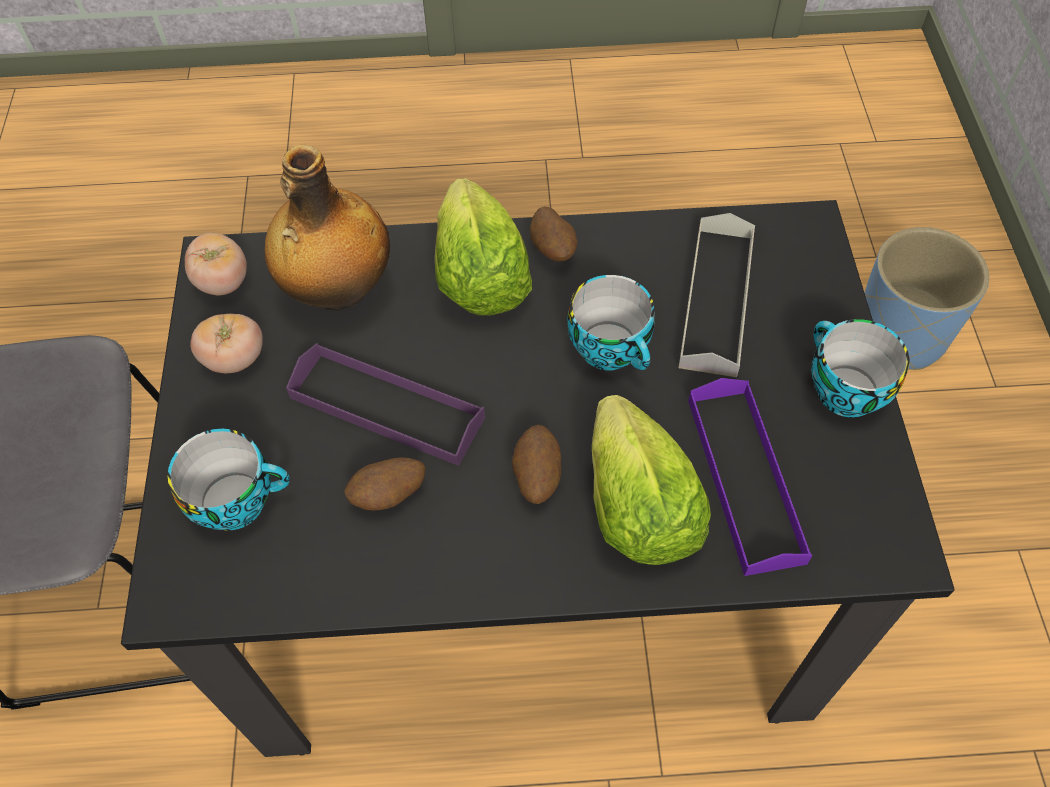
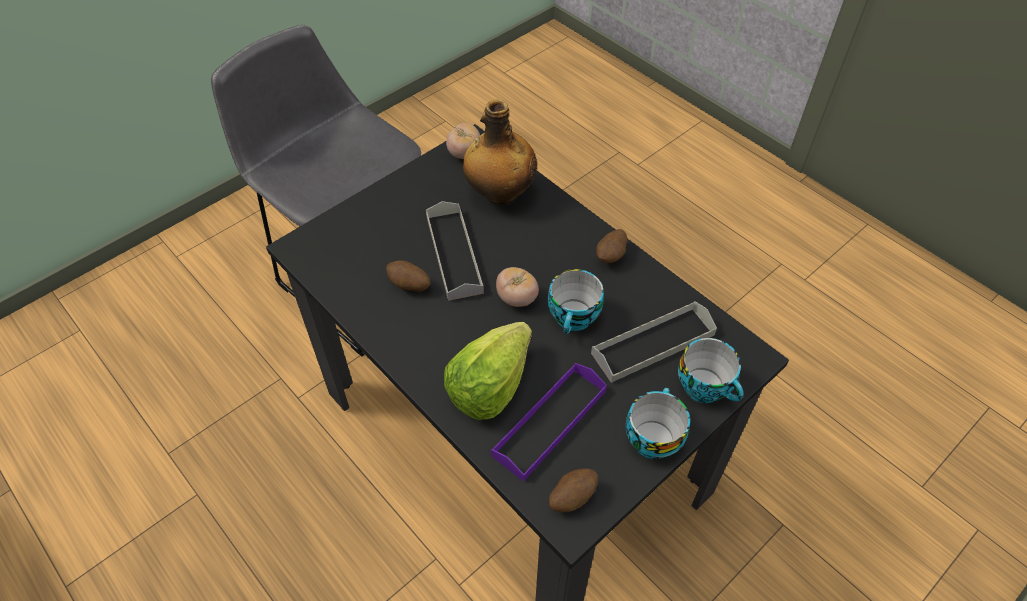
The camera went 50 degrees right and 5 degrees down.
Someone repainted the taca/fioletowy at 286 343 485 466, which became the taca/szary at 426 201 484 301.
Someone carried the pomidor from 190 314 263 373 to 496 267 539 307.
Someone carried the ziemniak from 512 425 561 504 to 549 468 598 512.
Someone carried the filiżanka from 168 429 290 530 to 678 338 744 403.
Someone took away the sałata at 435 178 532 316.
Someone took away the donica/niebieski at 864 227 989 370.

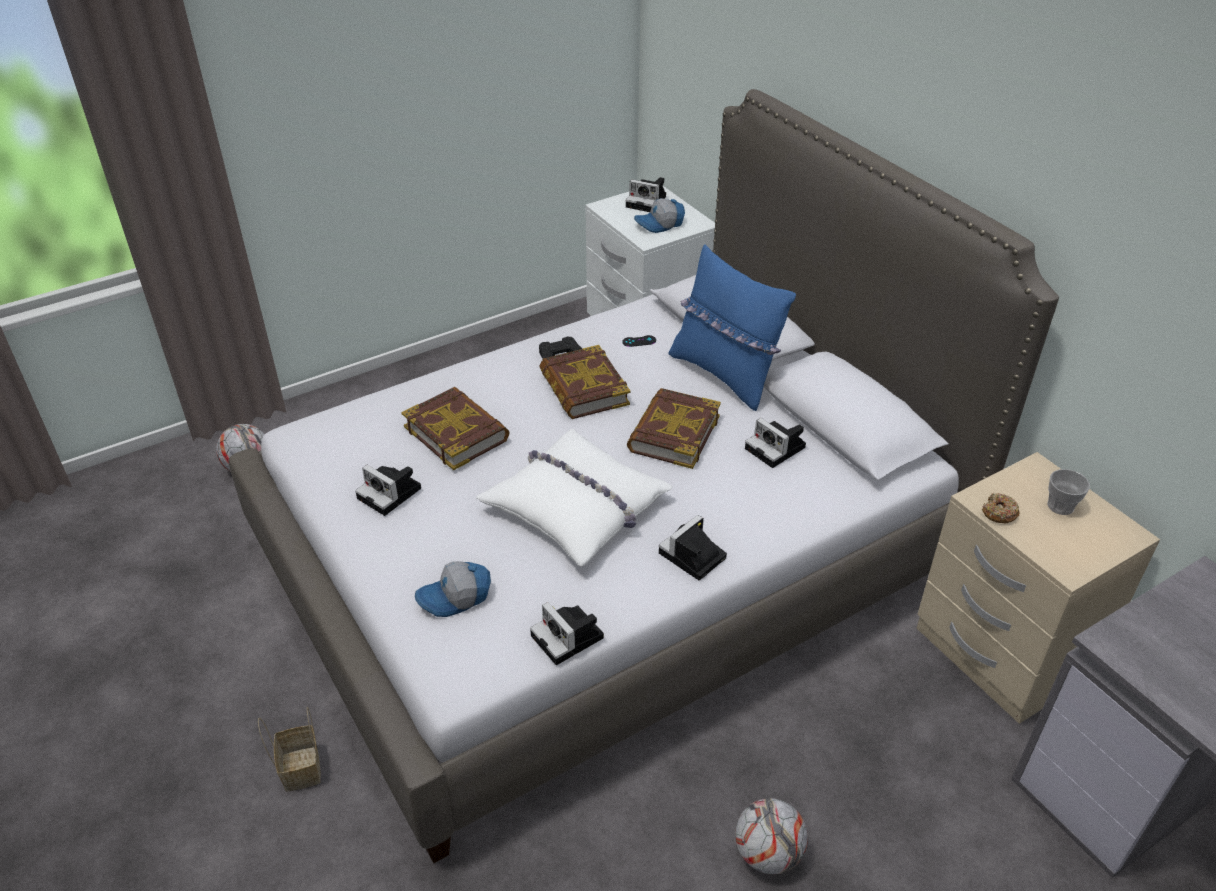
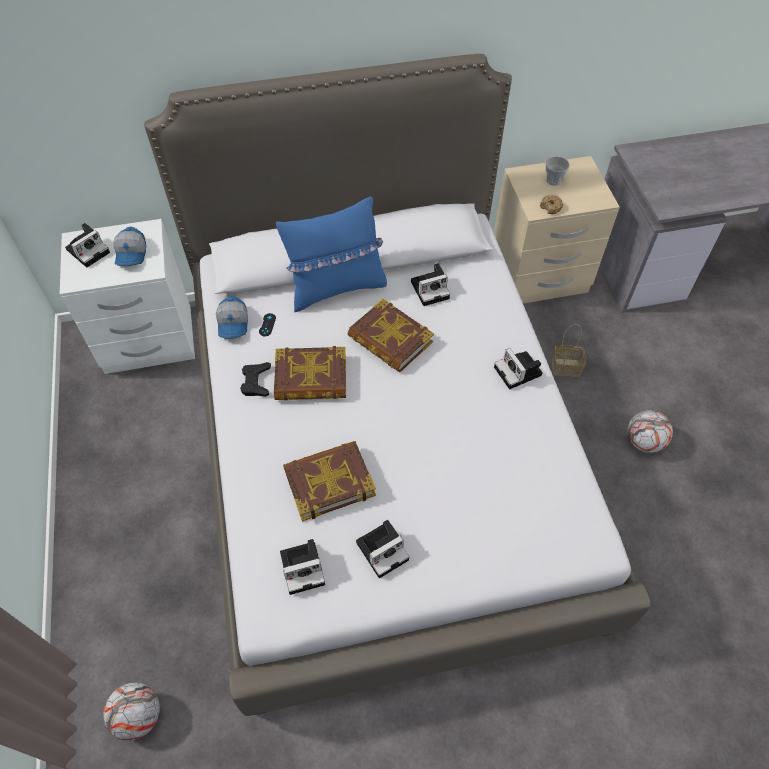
The camera went 70 degrees left and 15 degrees up.
Someone carried the czapka z daszkiem from 415 561 491 617 to 216 296 248 339.
Someone carried the aparat fotograficzny from 530 602 604 665 to 280 539 325 595.
Someone carried the koszyk from 258 707 321 792 to 552 324 586 377.
Someone took away the poduszka/biały at 476 429 673 567.

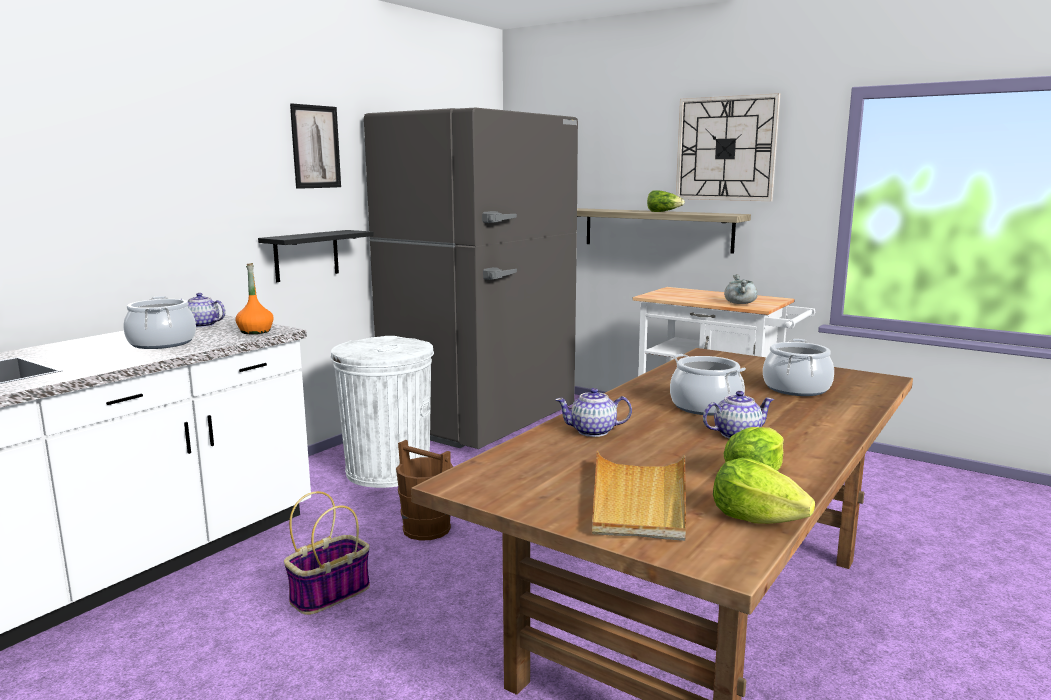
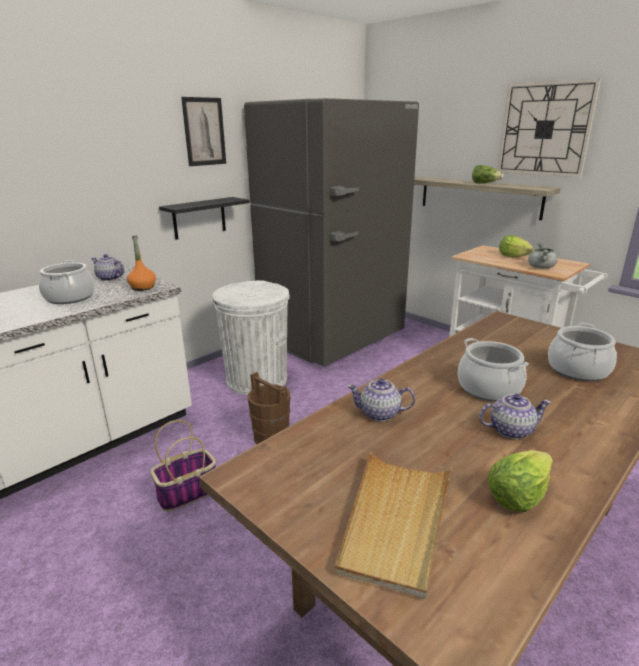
The camera went 10 degrees right and 10 degrees up.
Someone carried the sałata from 713 458 815 524 to 499 235 535 257.

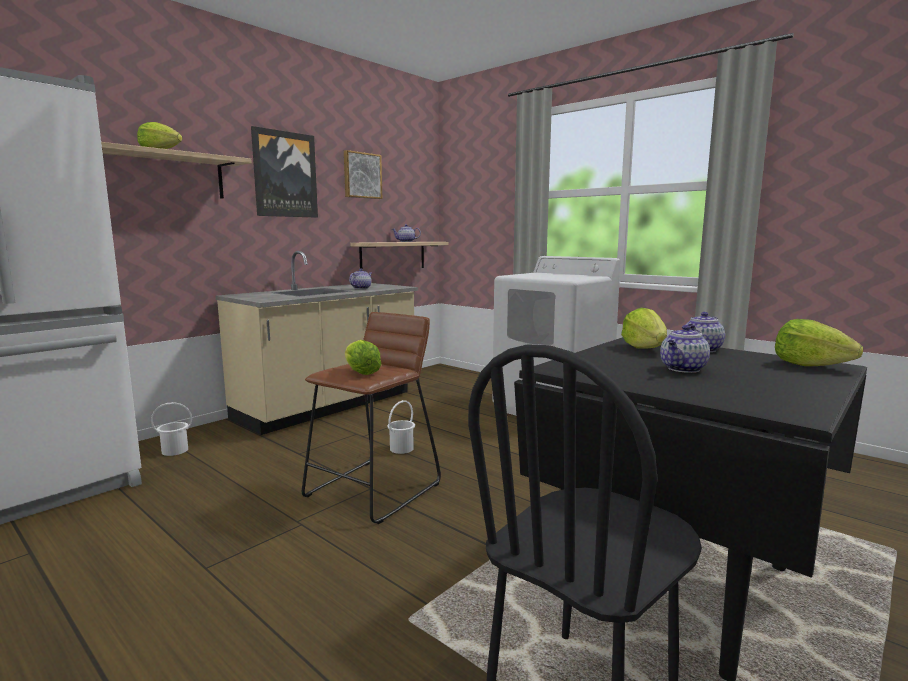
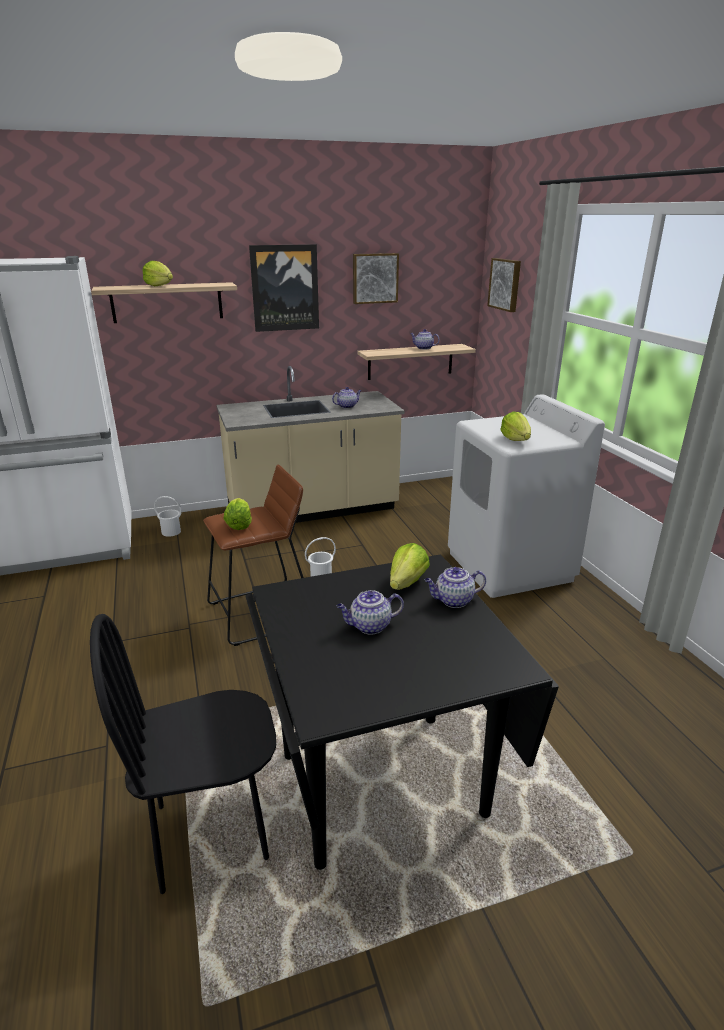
The camera went 30 degrees right and 15 degrees up.
Someone put up the obraz at 487 258 521 312.
Someone carried the sałata from 775 319 863 366 to 500 412 531 441.

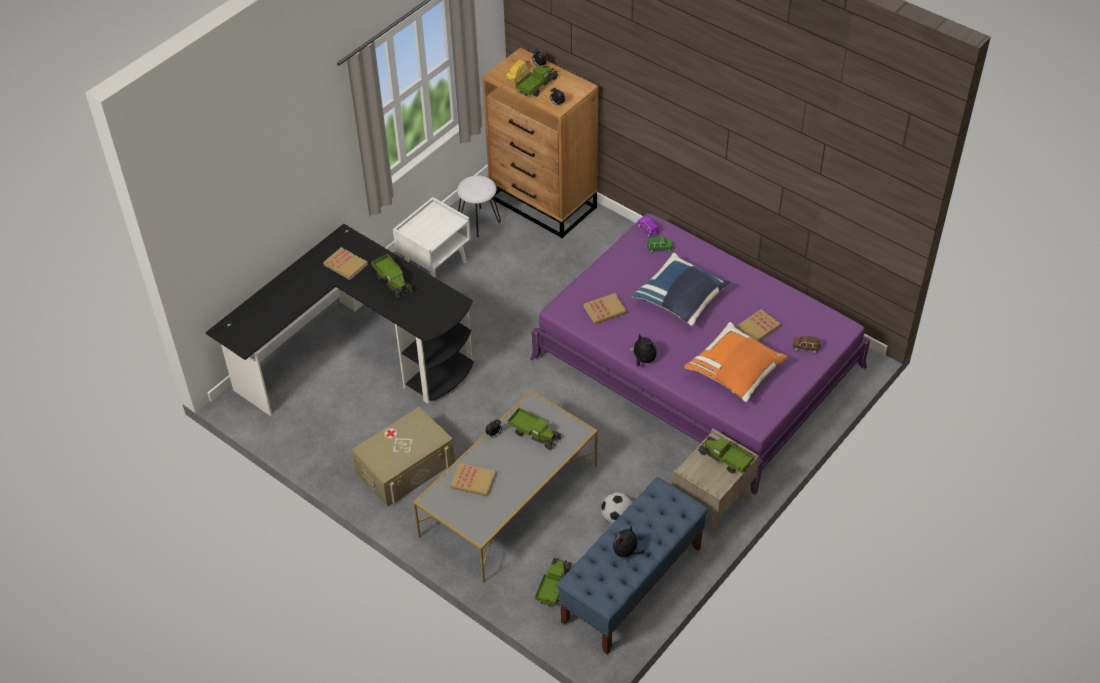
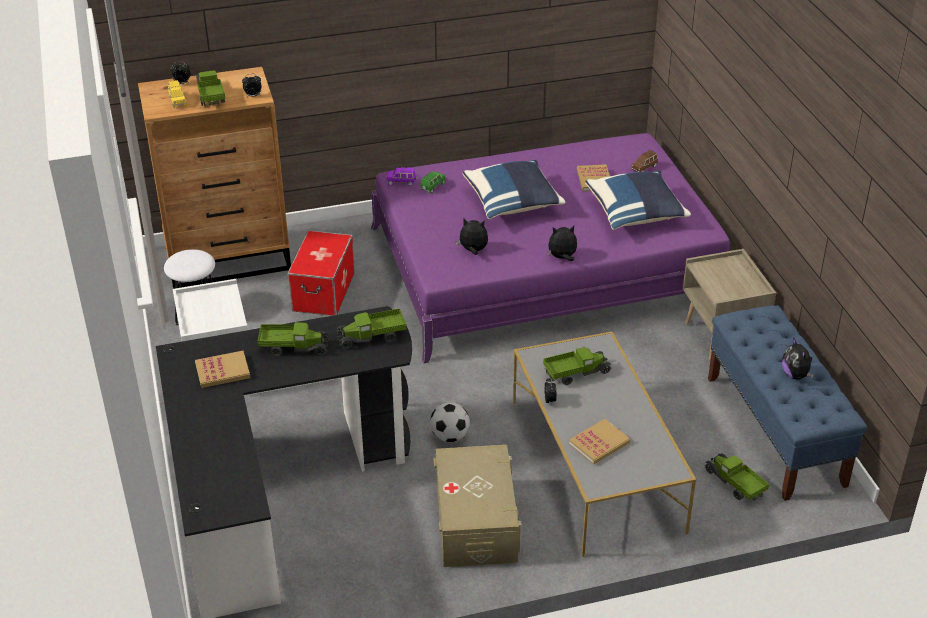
The camera went 55 degrees left and 10 degrees down.
Someone put down the pojemnik do przechowywania at 287 230 354 316.
Someone carried the ciężarówka zabawkowa from 698 436 754 474 to 336 308 407 349.
Someone carried the piłka futbolowa from 601 492 633 524 to 430 402 470 442.
Someone swapped the książka at 584 293 627 324 for the pluszak at 456 218 488 255.
Someone repainted the poduszka/pomarańczowy at 684 322 788 402, which became the poduszka/niebieski at 585 171 691 230.

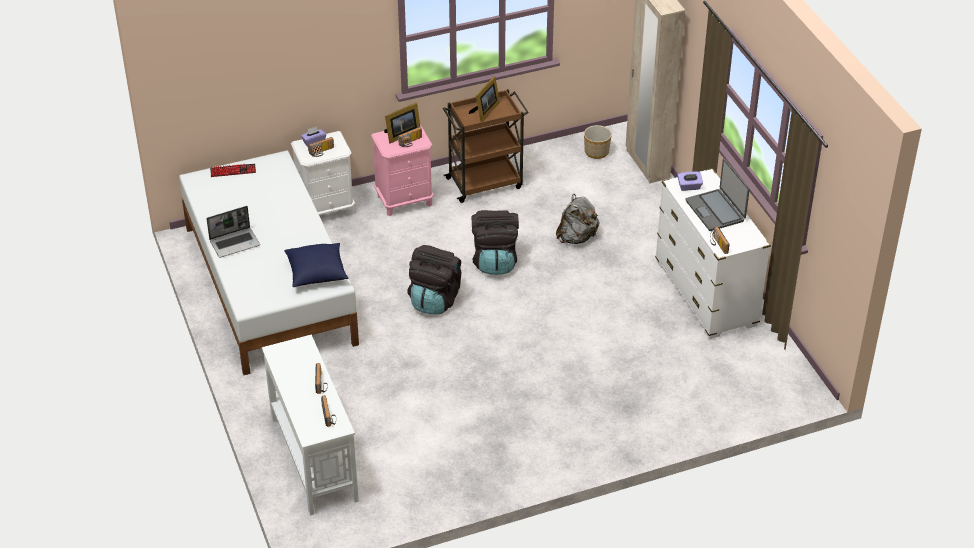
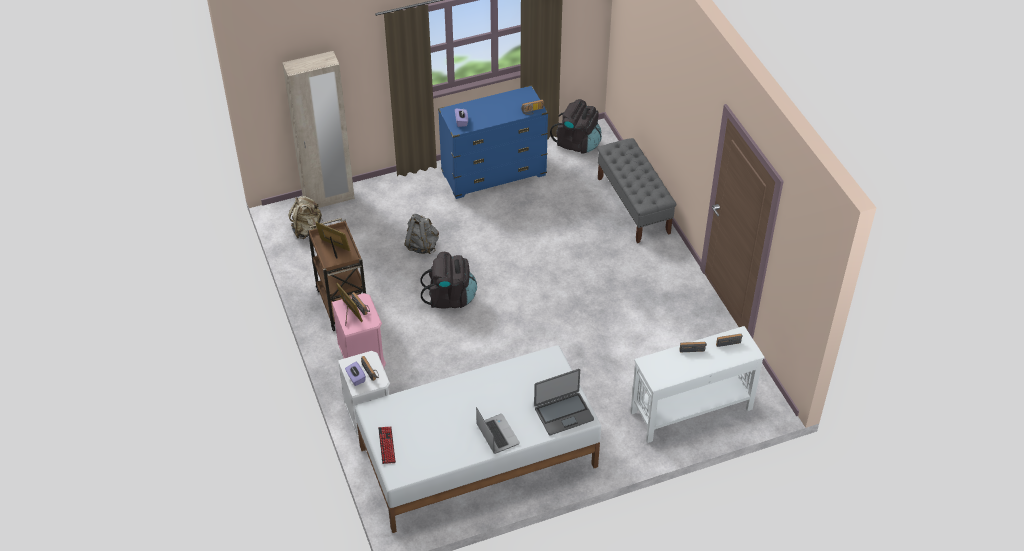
The camera went 90 degrees left and 5 degrees up.
Someone swapped the donica at 584 125 612 159 for the plecak/beżowy at 288 196 323 239.
Someone repainted the komoda/biały at 655 168 771 339, which became the komoda/niebieski at 438 85 548 199.
Someone carried the laptop from 686 158 750 231 to 534 369 594 435.
Someone carried the plecak/czarny from 407 245 461 315 to 550 99 602 154.
Someone put down the ławka/szary at 597 138 676 243.
Someone took away the poduszka/niebieski at 284 243 349 287.

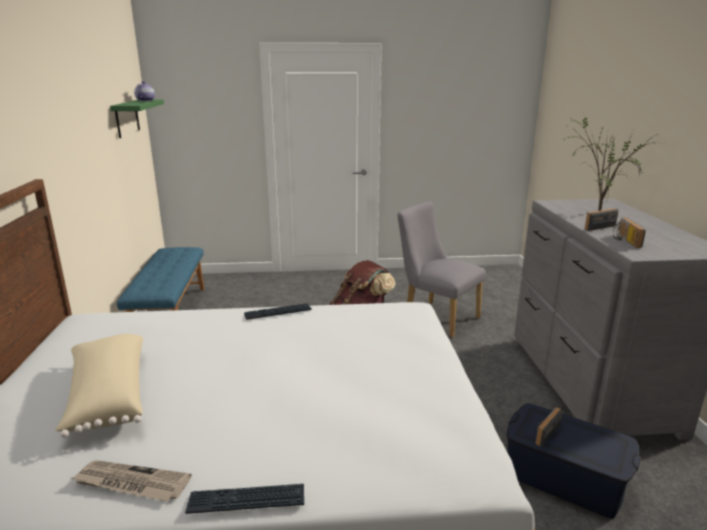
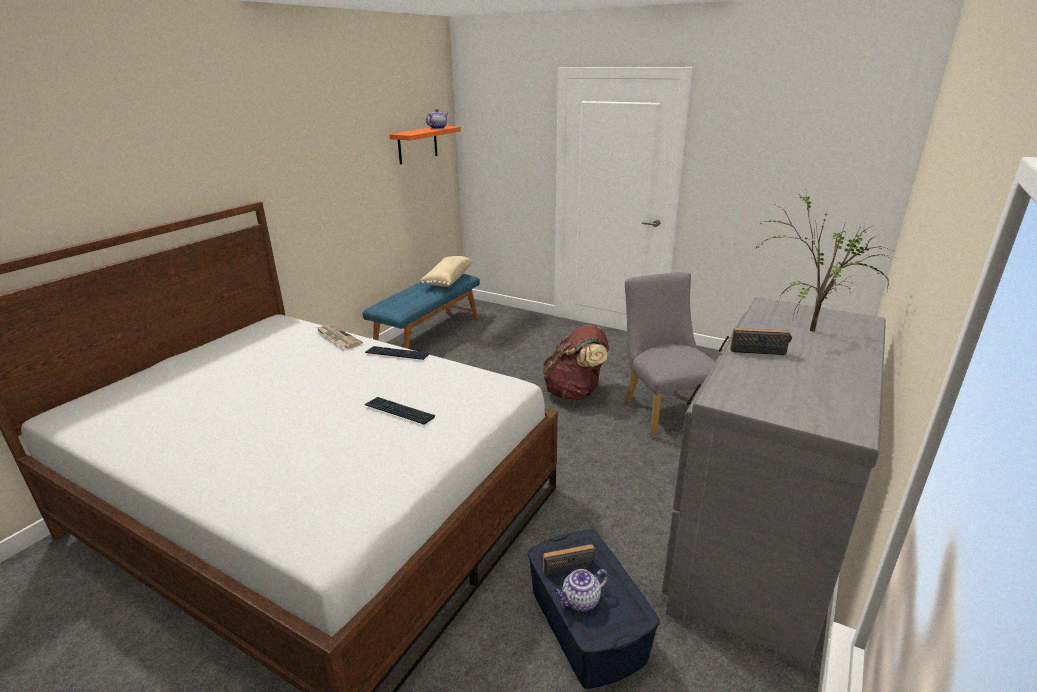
The camera went 35 degrees right and 5 degrees up.
Someone carried the gazeta from 71 460 191 502 to 316 325 363 348.
Someone carried the klawiatura from 185 484 304 514 to 365 397 435 425.
Someone repainted the półka/zielony at 110 100 164 138, which became the półka/pomarańczowy at 389 126 461 164.
Someone carried the poduszka/beżowy from 55 334 143 438 to 420 256 473 287.
Someone put down the imbryk at 554 569 609 612.
Someone took away the radio at 613 218 646 248.

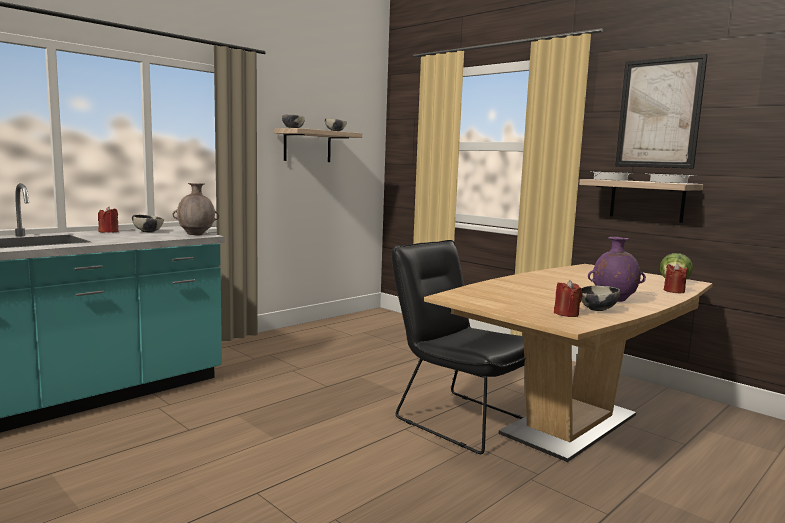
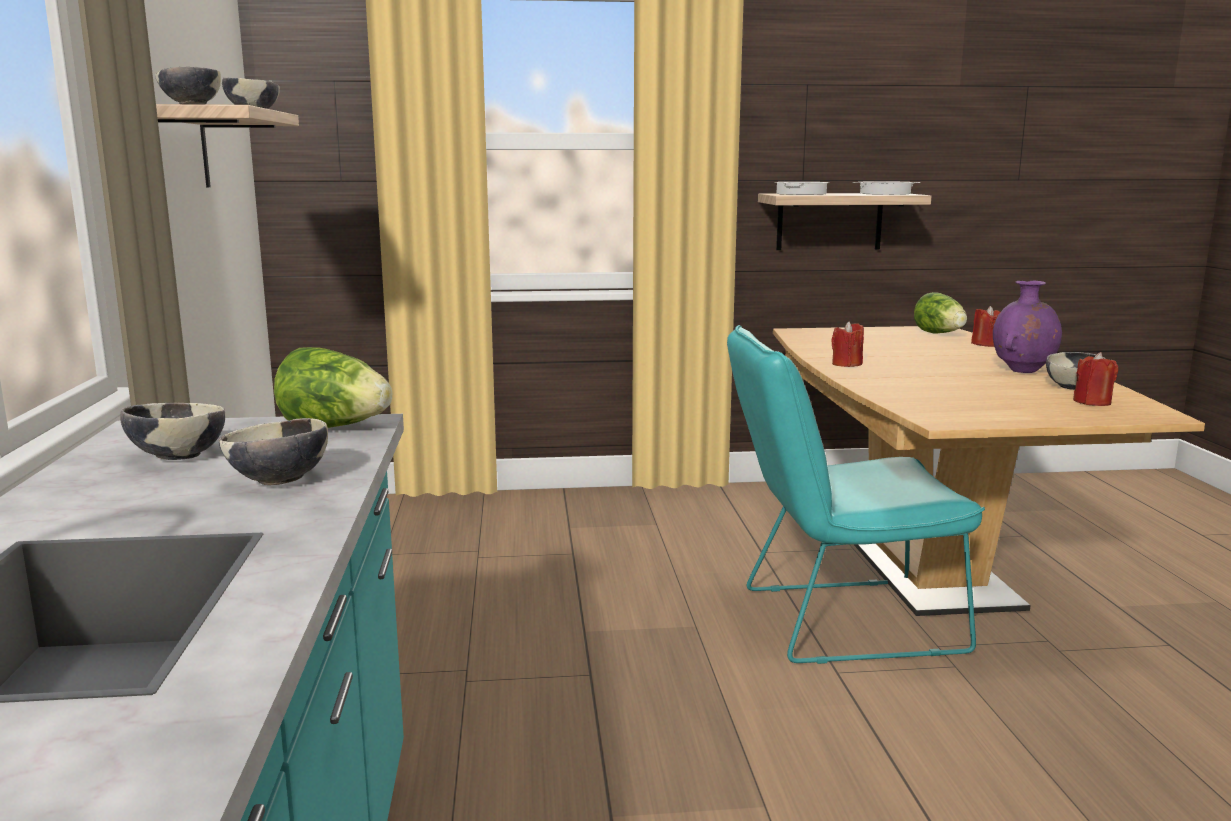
The camera went 50 degrees left and 5 degrees up.
Someone put down the miska at 219 418 328 485.
Someone swapped the wazon/brązowy at 173 183 219 235 for the sałata at 274 347 392 428.
Someone repainted the krzesło/czarny at 391 240 526 454, which became the krzesło/turkusowy at 727 325 985 664.
Someone carried the świeca/czerwony from 98 207 119 233 to 831 321 864 367.
Someone took away the obraz at 615 54 708 169.

